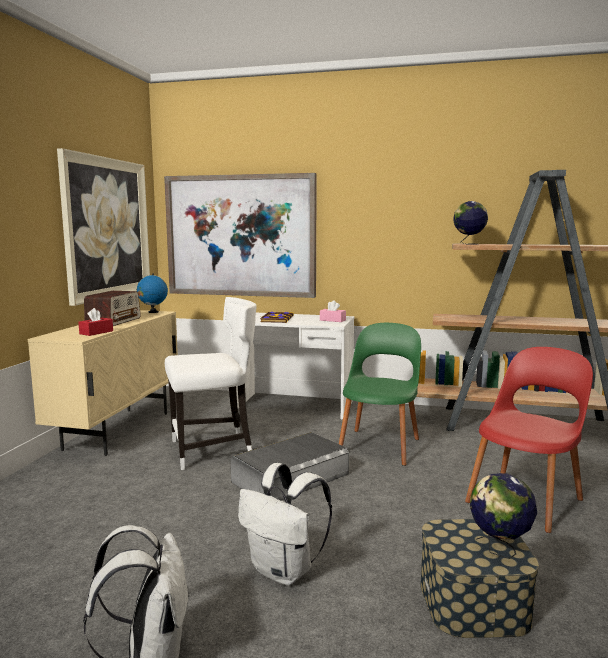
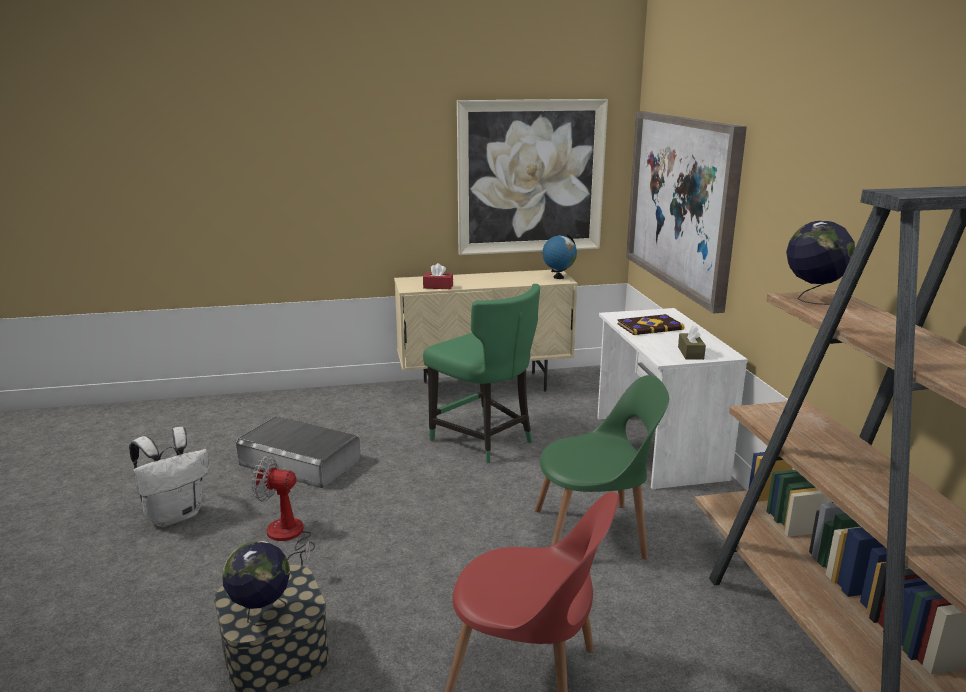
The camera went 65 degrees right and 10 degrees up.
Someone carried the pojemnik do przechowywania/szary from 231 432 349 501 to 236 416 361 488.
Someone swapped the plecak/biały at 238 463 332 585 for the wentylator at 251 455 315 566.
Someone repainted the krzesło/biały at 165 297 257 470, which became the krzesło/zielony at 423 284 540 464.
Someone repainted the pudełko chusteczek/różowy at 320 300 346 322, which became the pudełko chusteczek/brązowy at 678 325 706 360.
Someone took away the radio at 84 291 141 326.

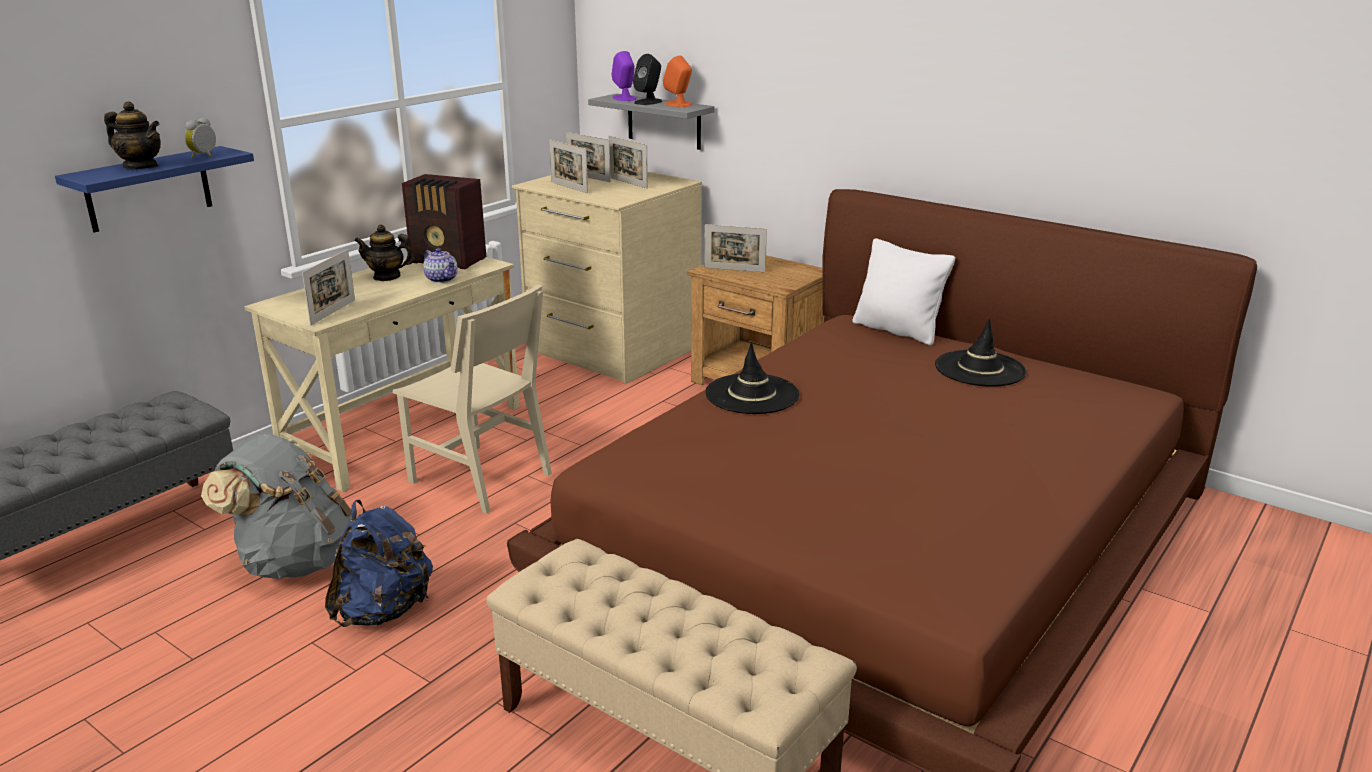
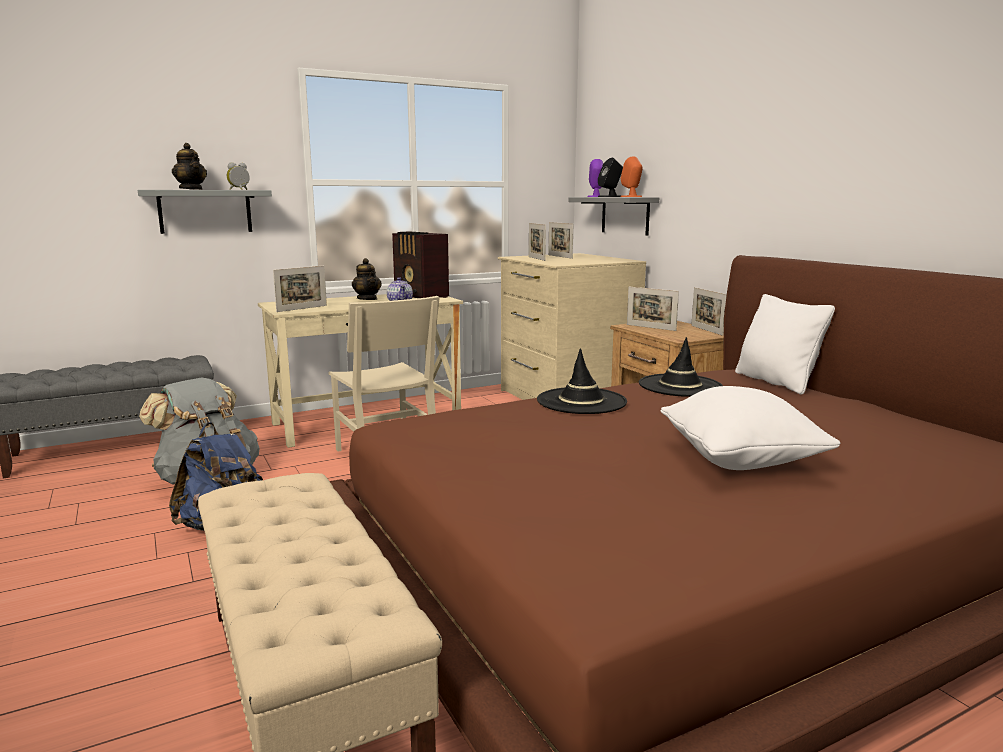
The camera went 25 degrees right and 10 degrees down.
Someone repainted the półka/niebieski at 55 146 254 232, which became the półka/szary at 138 190 272 234.
Someone rotated the imbryk at 354 225 415 281 by 150 degrees counterclockwise.
Someone carried the kapelusz/czarny from 935 319 1027 387 to 639 337 723 397.
Someone put down the poduszka/biały at 660 386 841 470.
Someone carried the ramka na zdjęcie from 608 136 648 188 to 691 287 727 336.

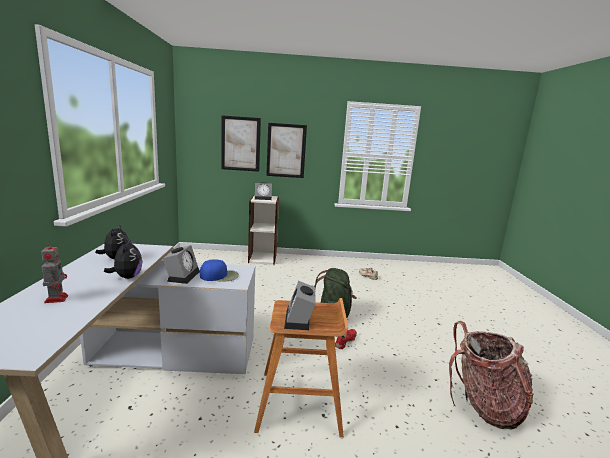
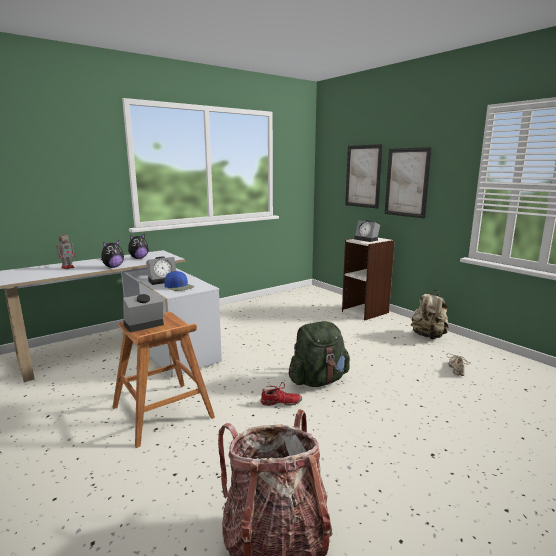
The camera went 55 degrees right and 0 degrees up.
Someone put down the plecak/beżowy at 411 290 449 339.

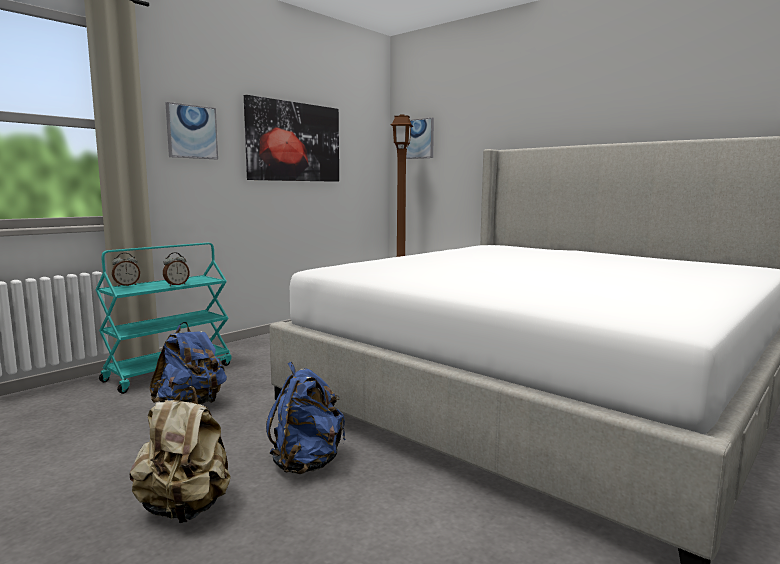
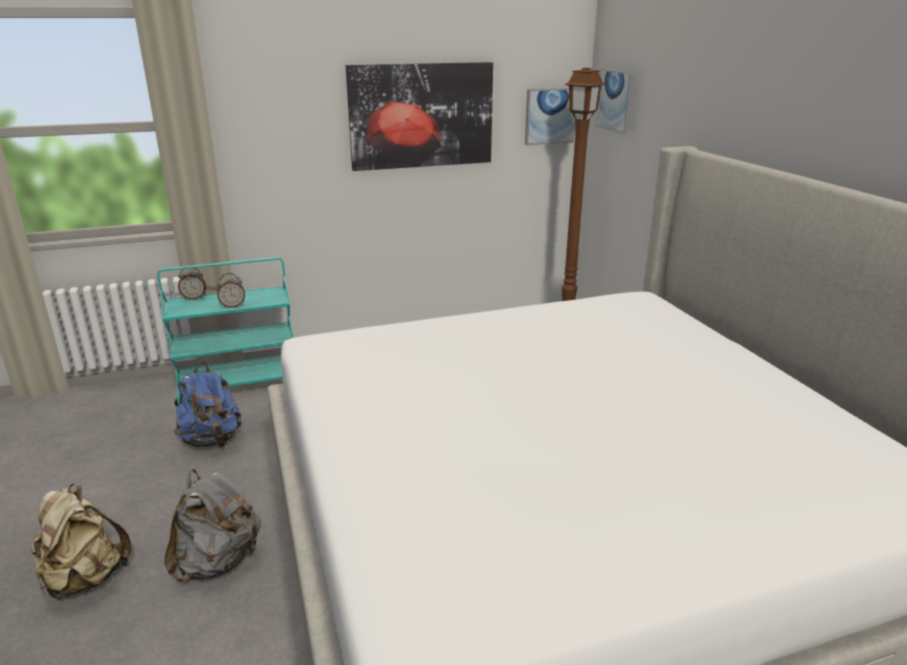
The camera went 30 degrees right and 15 degrees up.
Someone repainted the plecak/niebieski at 266 362 345 474, which became the plecak/szary at 164 469 261 582.
Someone carried the obraz from 165 102 218 159 to 525 88 575 145.

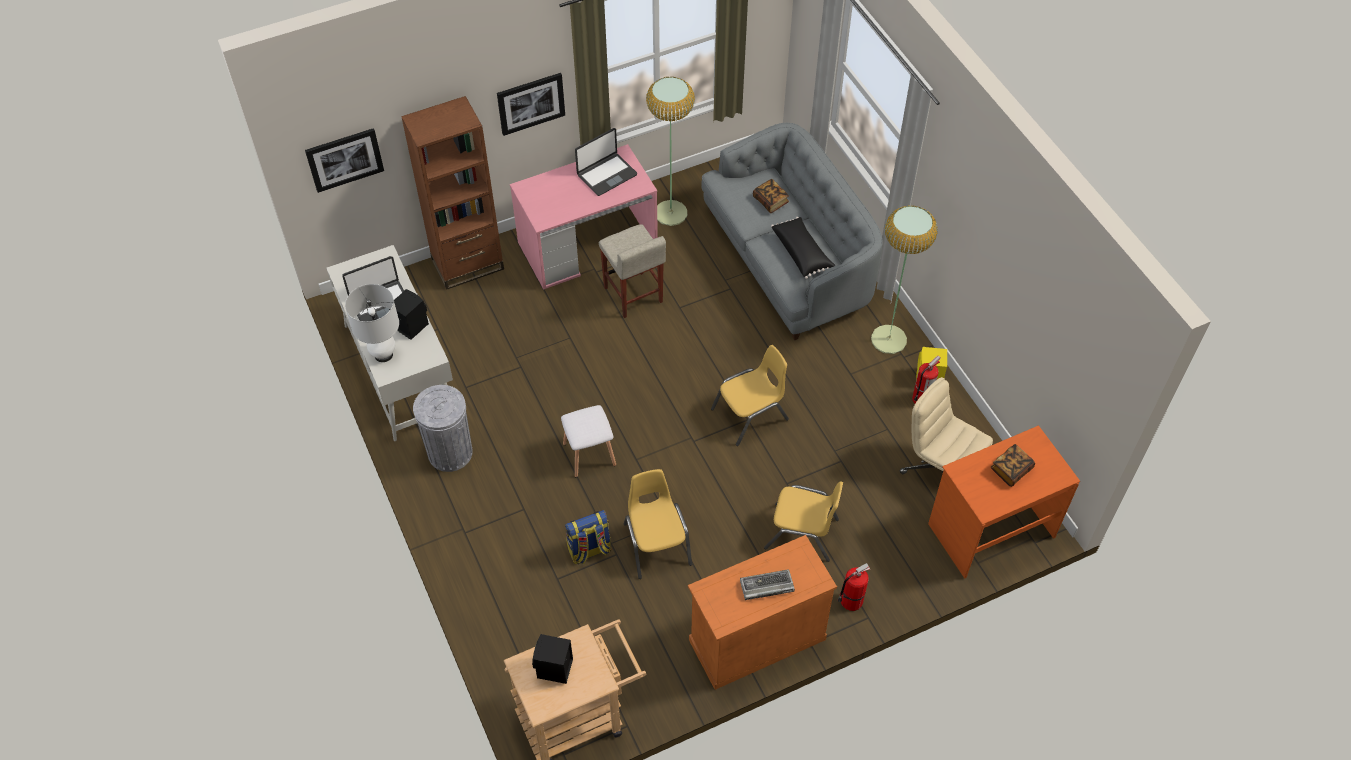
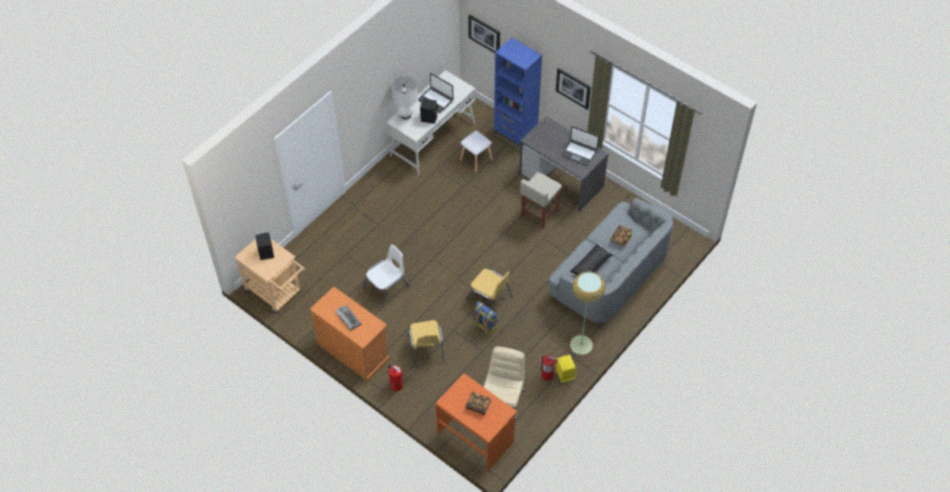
The camera went 65 degrees right and 0 degrees up.
Someone repainted the krzesło/żółty at 624 469 692 579, which became the krzesło/biały at 363 245 410 307.
Someone carried the stołek/biały from 561 405 616 478 to 460 131 493 173.
Someone carried the plecak from 565 510 612 564 to 474 301 498 336.
Someone repainted the regał/brązowy at 401 96 504 290, which became the regał/niebieski at 494 38 542 150.
Someone repainted the biurko/różowy at 510 144 658 290, which became the biurko/szary at 519 116 609 212.
Someone took away the kosz na śmieci/szary at 413 385 473 472.
Someone took away the lampa stojąca at 646 77 695 226.

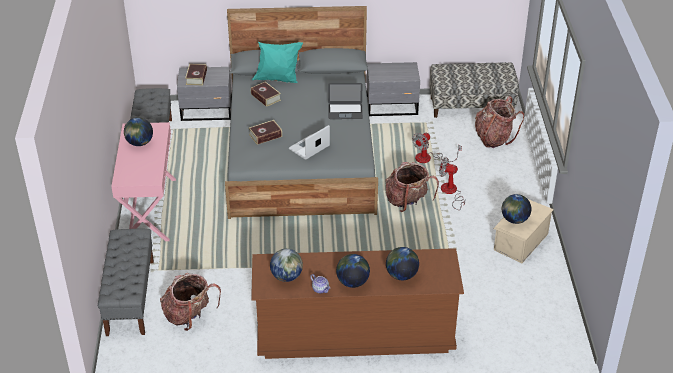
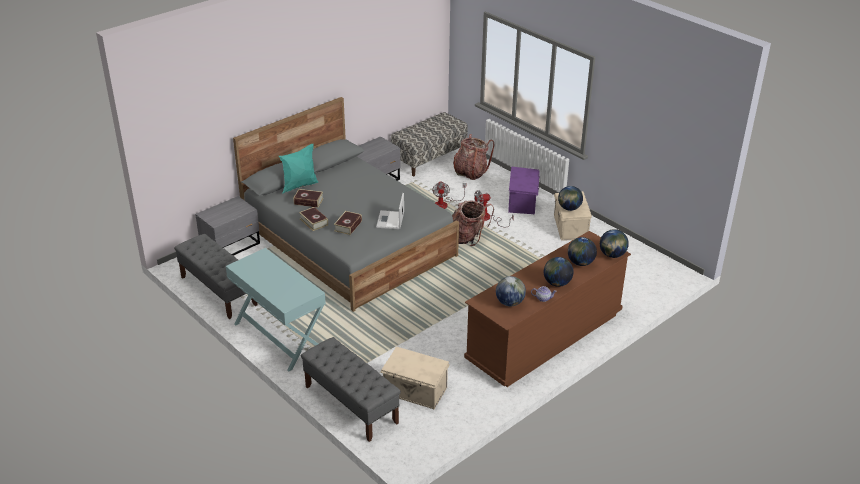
The camera went 40 degrees left and 5 degrees down.
Someone repainted the stolik konsolowy/różowy at 111 122 176 241, which became the stolik konsolowy/turkusowy at 226 248 326 371.
Someone carried the książka from 185 64 207 85 to 299 207 328 231.
Someone swapped the plecak at 160 273 221 331 for the pojemnik do przechowywania/beżowy at 380 347 450 409.
Someone put down the pojemnik do przechowywania/fioletowy at 508 167 540 214.
Someone carried the globus from 124 117 153 146 to 600 229 629 258.
Someone took away the laptop at 328 83 363 119.

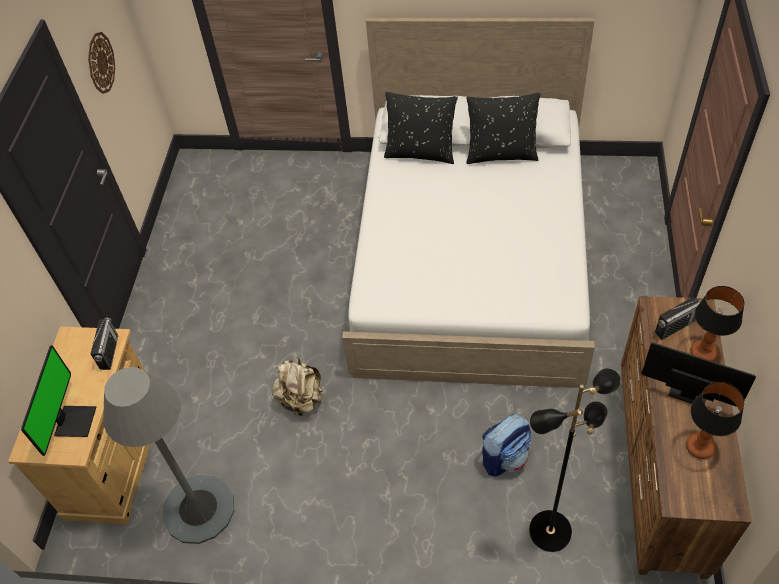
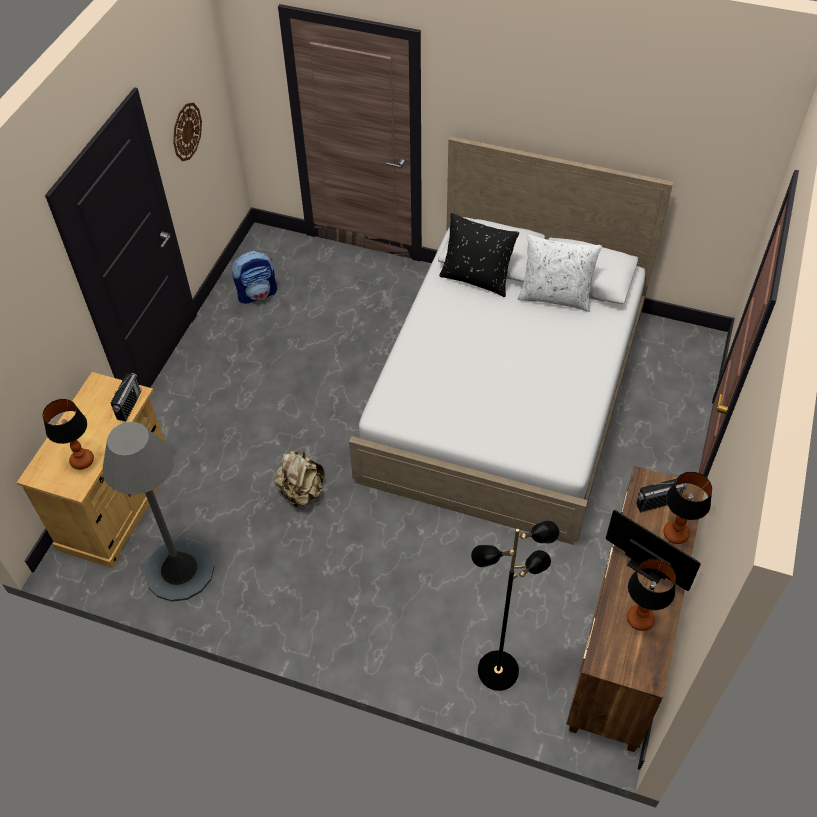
The camera went 10 degrees right and 0 degrees up.
Someone swapped the monitor at 21 345 96 456 for the lampa stołowa at 42 399 94 470.
Someone carried the plecak from 482 414 532 477 to 232 250 277 304.
Someone repainted the poduszka/czarny at 466 92 541 164, which became the poduszka/biały at 518 235 602 312.

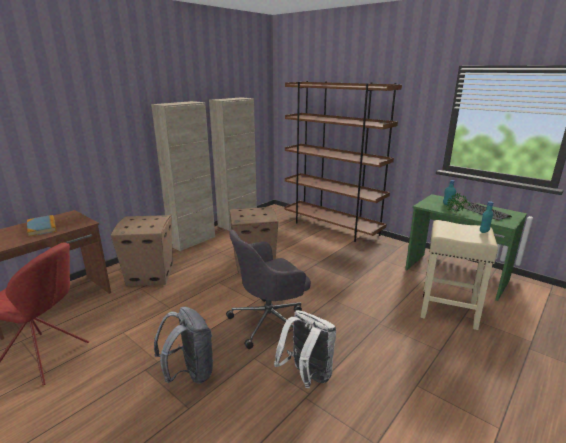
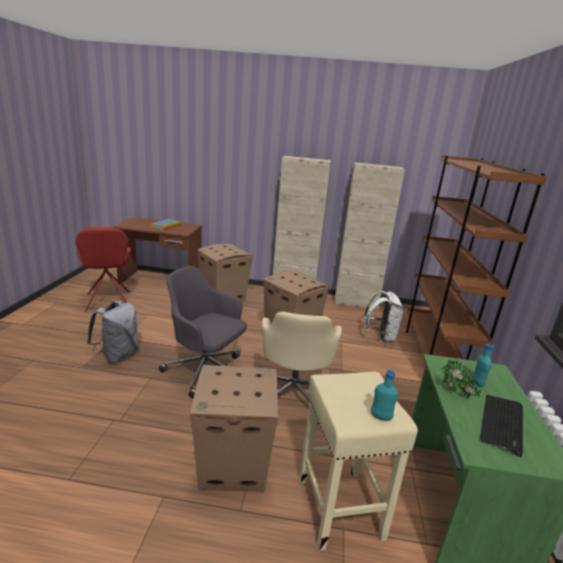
The camera went 55 degrees right and 0 degrees up.
Someone put down the karton at 190 365 278 492.
Someone put down the krzesło biurowe/beżowy at 262 312 342 424.
Someone carried the plecak/biały from 274 310 336 388 to 364 291 403 343.

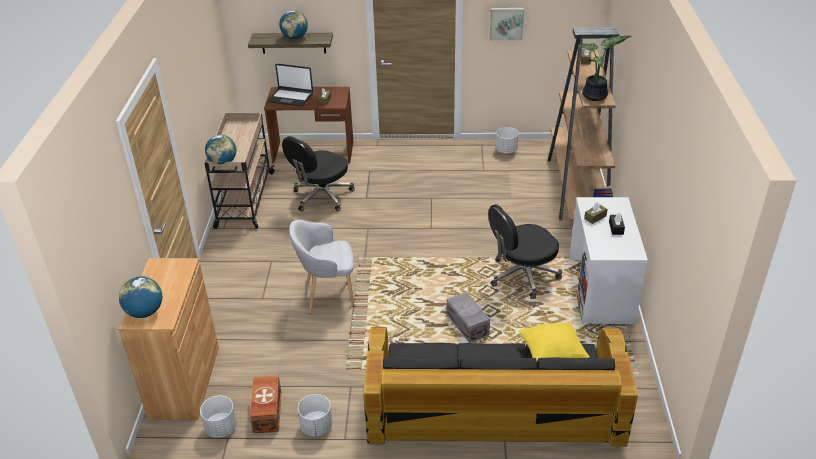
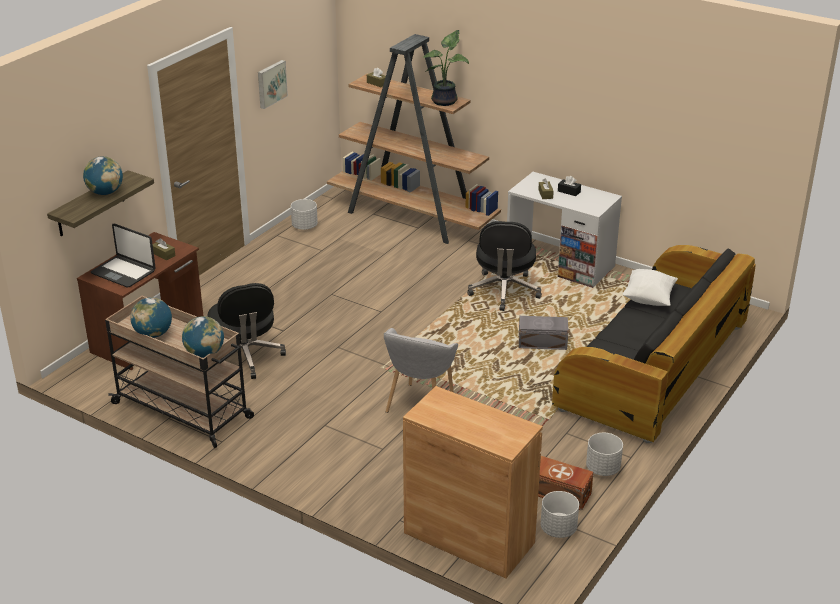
The camera went 60 degrees left and 5 degrees down.
Someone rotated the laptop at 268 64 313 107 by 75 degrees clockwise.
Someone carried the globus from 119 276 162 318 to 130 297 172 338.
Someone repainted the poduszka/żółty at 519 323 590 360, which became the poduszka/biały at 622 269 678 306.

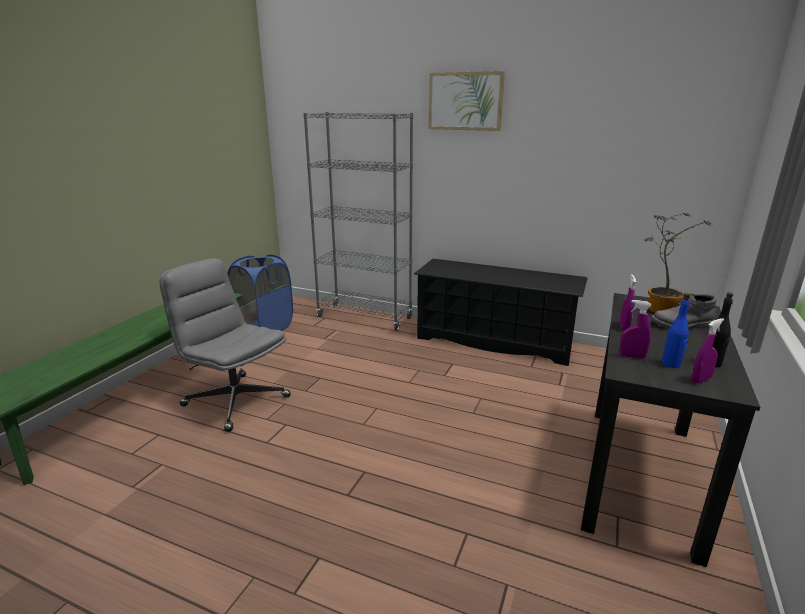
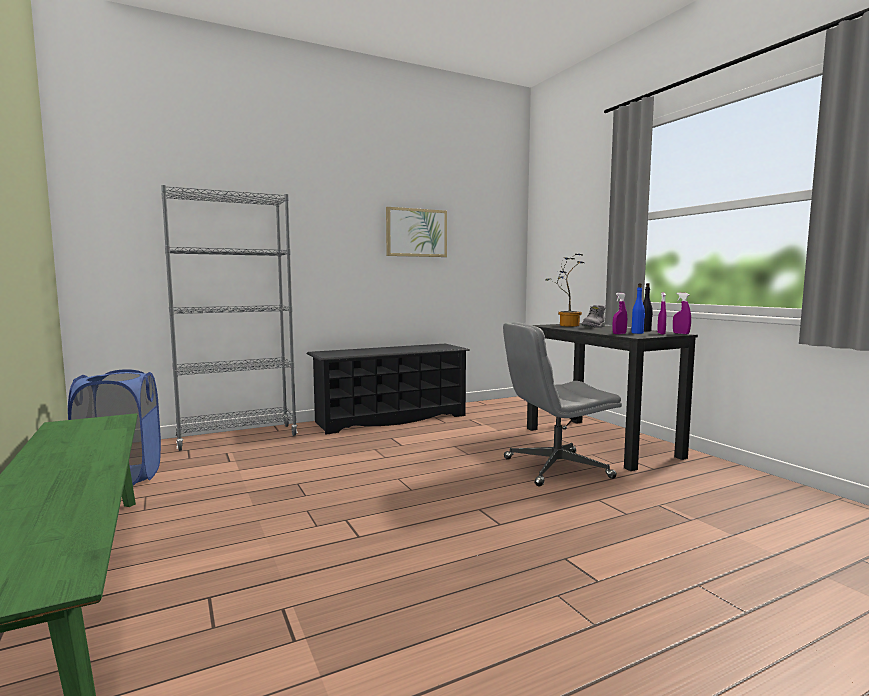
The camera went 50 degrees left and 15 degrees down.
Someone carried the obraz from 428 71 505 131 to 386 207 447 257.
Someone carried the krzesło biurowe/szary from 159 258 291 432 to 503 322 622 486.
Someone carried the spryskiwacz/fioletowy from 620 274 636 330 to 673 293 691 334.

